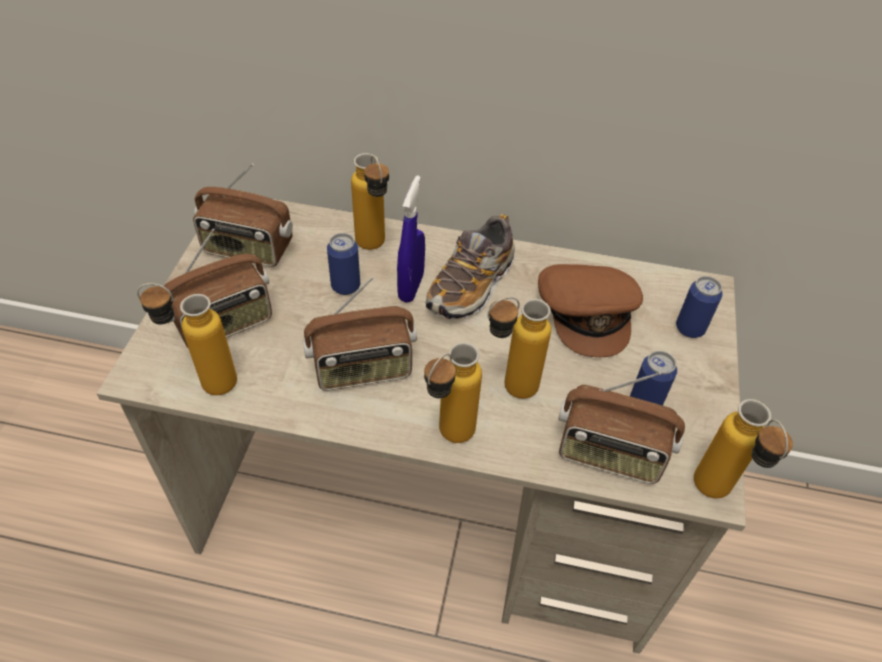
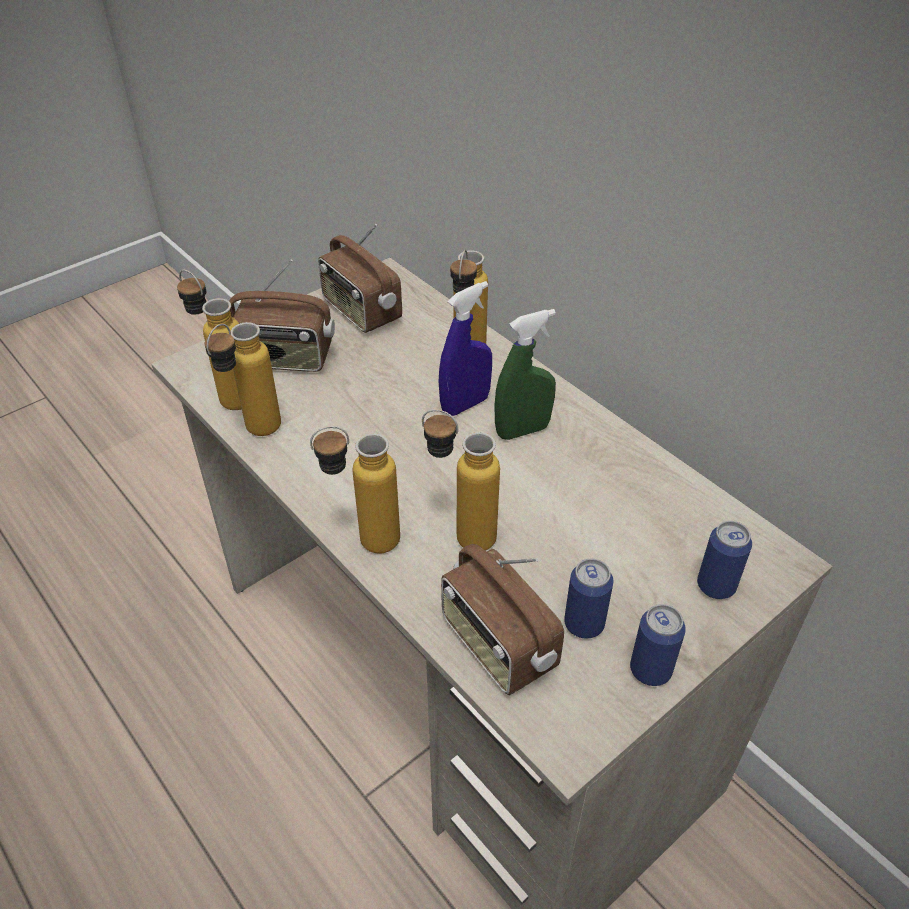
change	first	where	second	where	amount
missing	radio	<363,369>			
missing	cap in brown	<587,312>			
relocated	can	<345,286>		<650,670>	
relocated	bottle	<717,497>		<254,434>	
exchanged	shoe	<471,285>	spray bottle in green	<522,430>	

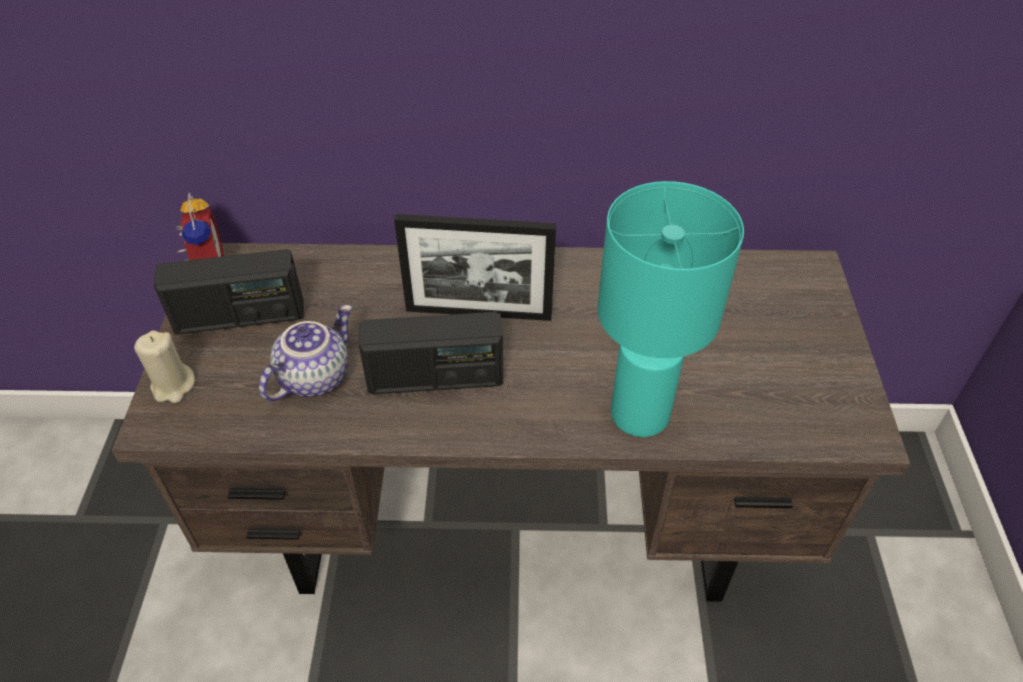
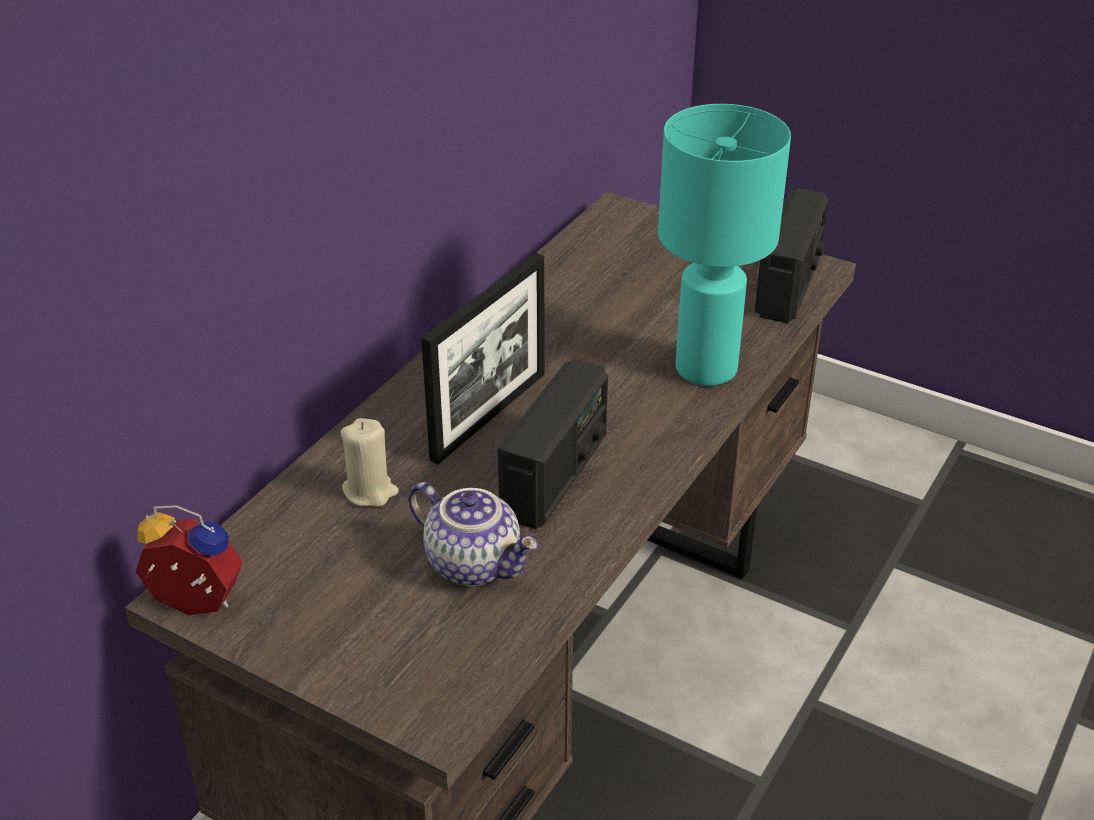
change	first	where	second	where	amount
relocated	candle in beige	<173,386>		<370,491>	
relocated	radio	<240,317>		<789,285>	
spun	teapot	<314,376>		<475,563>	150 degrees clockwise

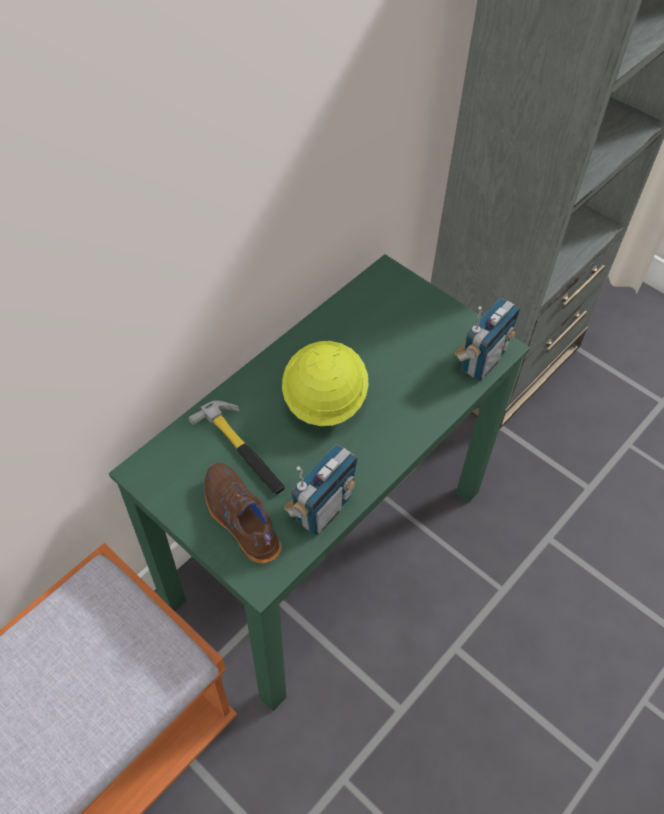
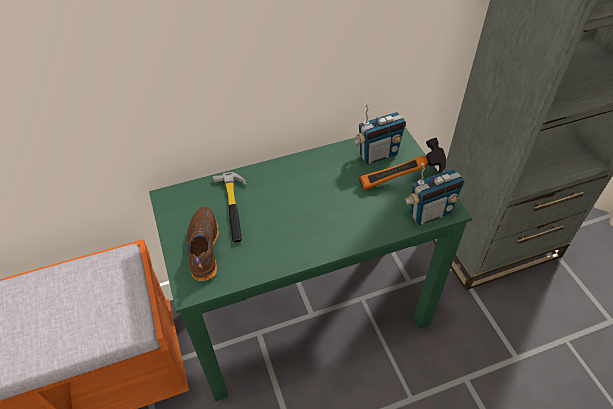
change	first	where	second	where	amount
missing	hard hat in yellow	<324,398>			
appeared			hammer	<402,183>	
relocated	radio	<322,509>		<377,155>	

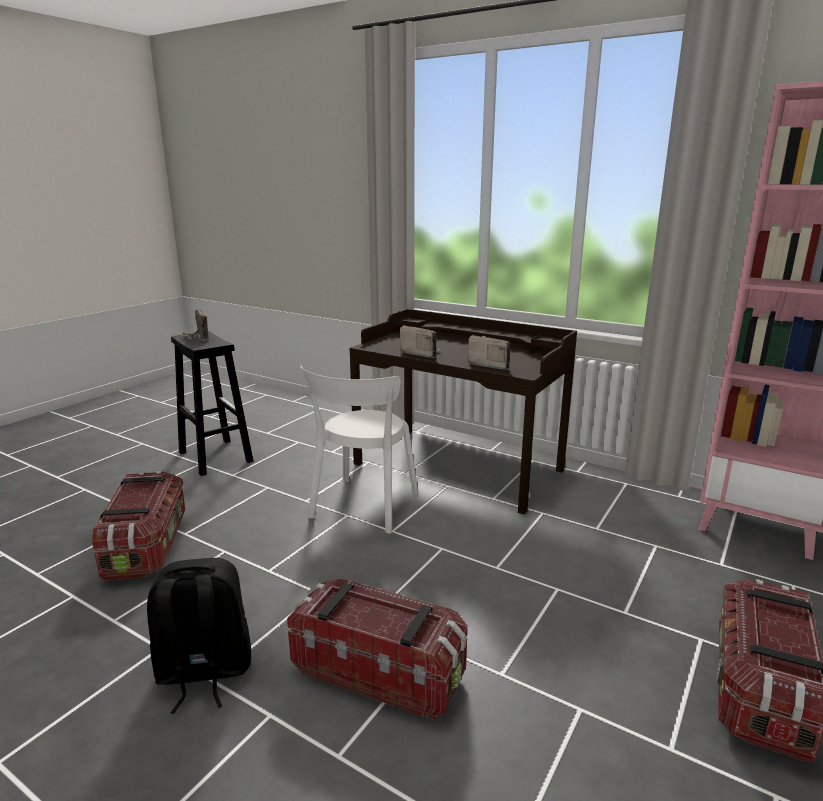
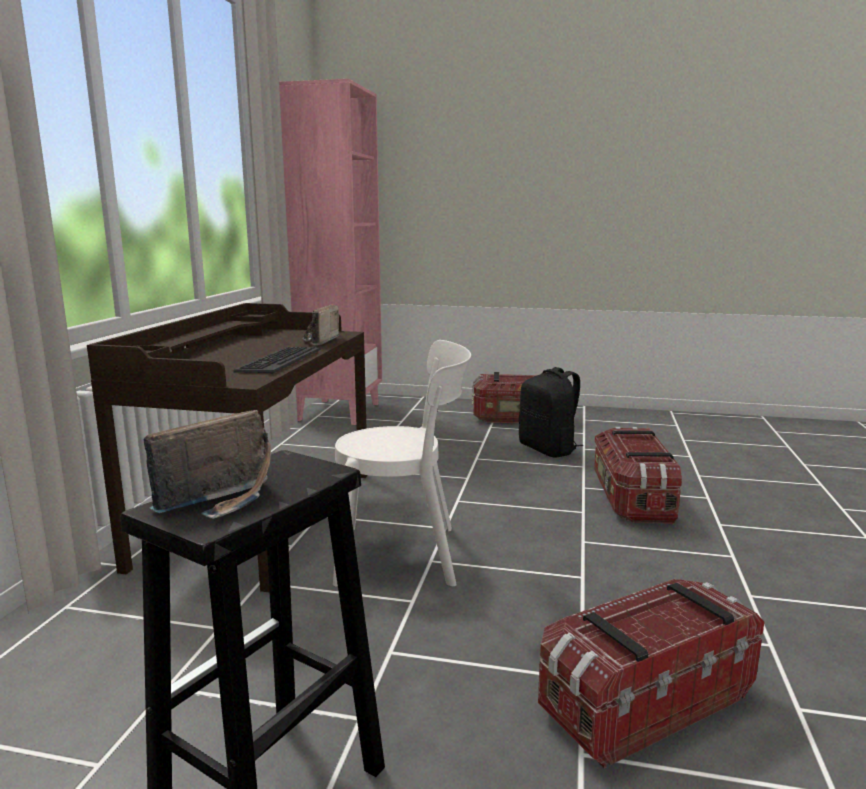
change	first	where	second	where	amount
relocated	backpack in black	<204,672>		<549,449>	
exchanged	radio	<420,353>	keyboard	<279,361>	

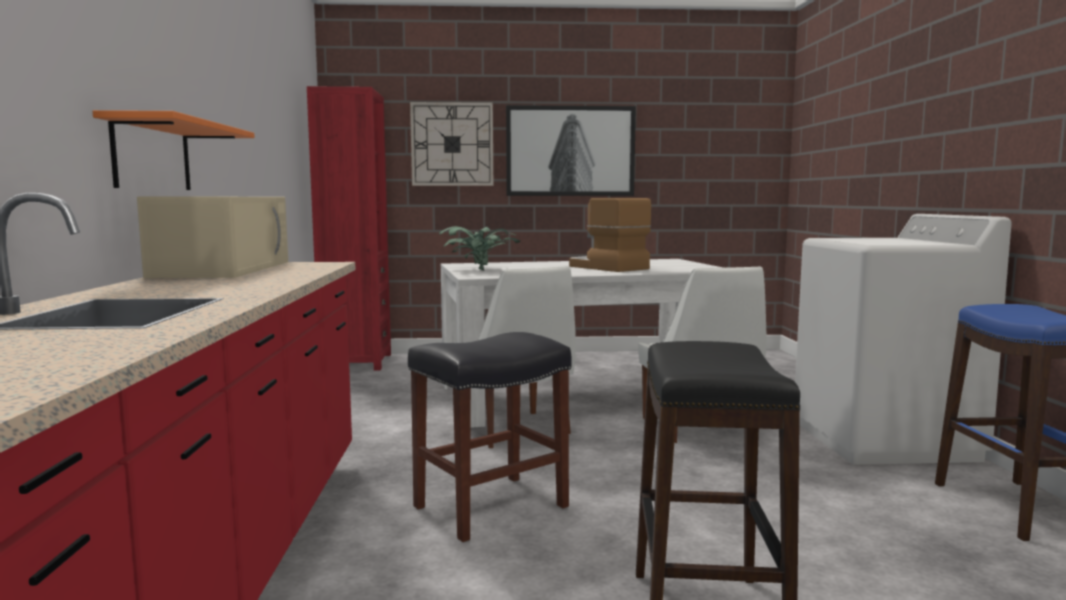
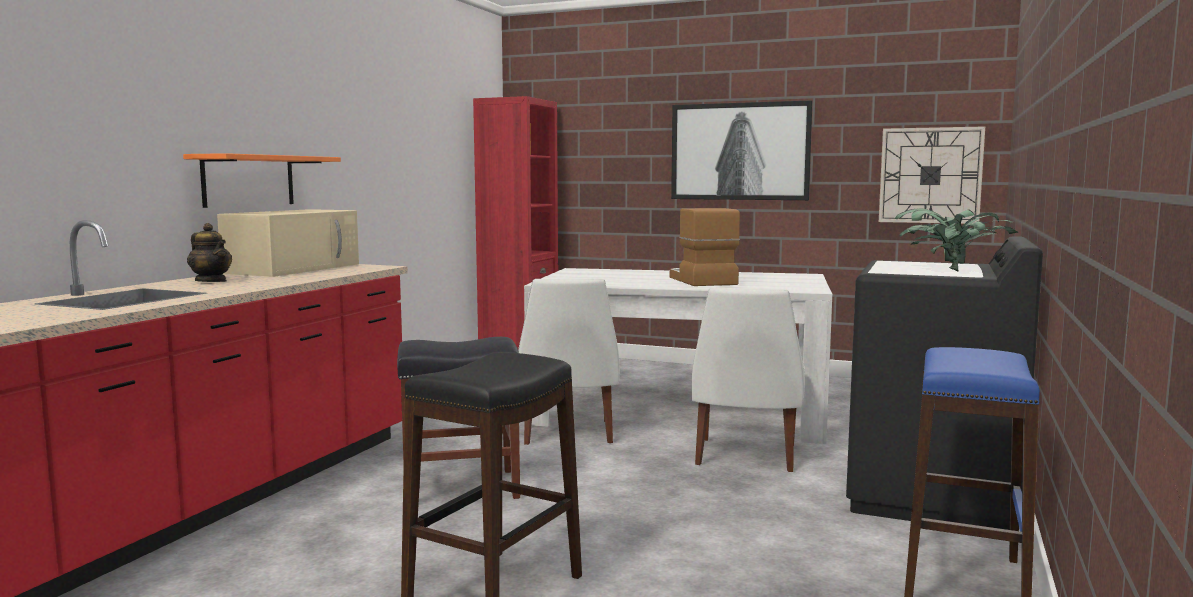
change	first	where	second	where	amount
appeared			teapot	<211,281>	
relocated	wall clock	<452,144>		<930,175>	
relocated	potted plant	<479,270>		<951,270>	
colour	washing machine in white	<884,440>	washing machine in black	<932,497>	

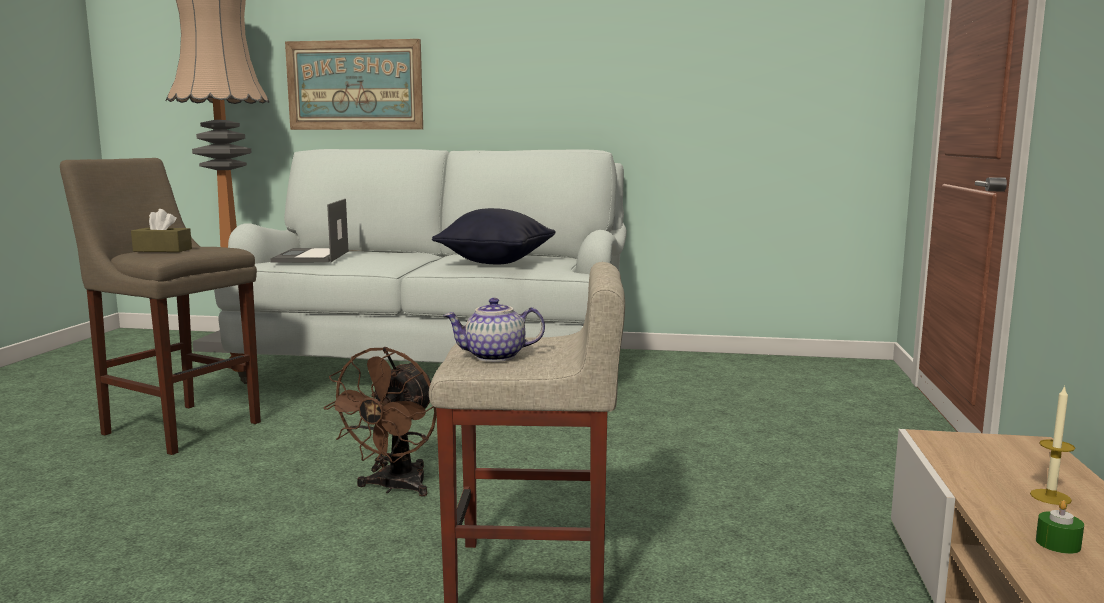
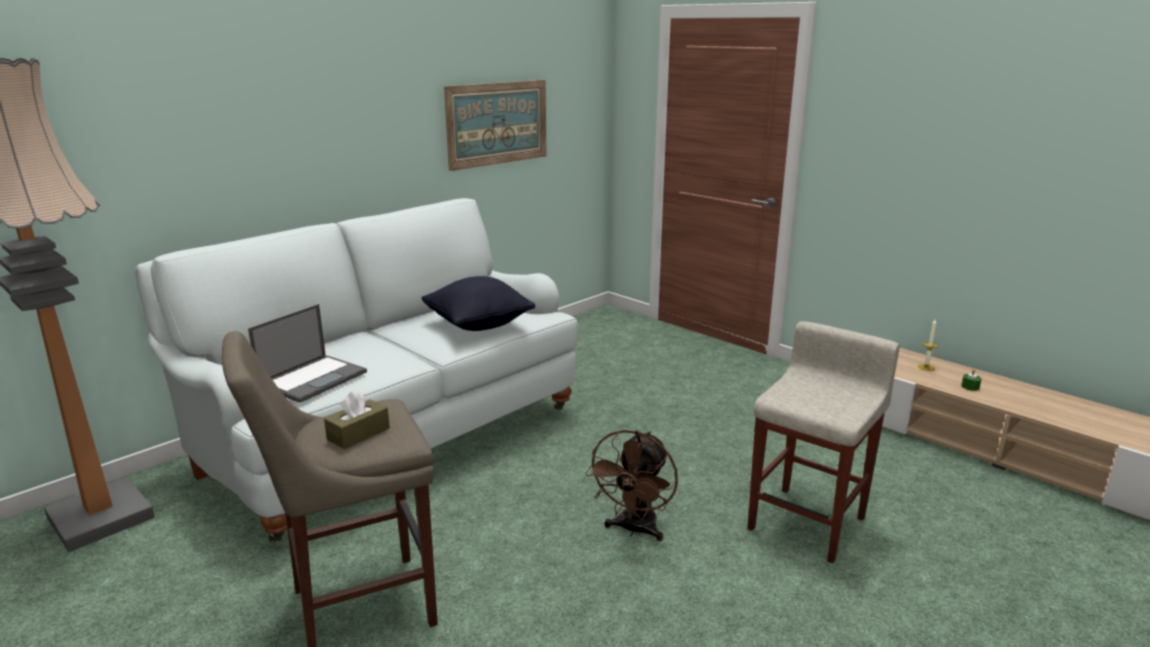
change	first	where	second	where	amount
missing	teapot	<494,357>			
relocated	picture	<354,85>		<497,123>	
spun	laptop	<311,257>		<313,378>	90 degrees counterclockwise
spun	fan in brown	<394,488>		<634,530>	60 degrees clockwise

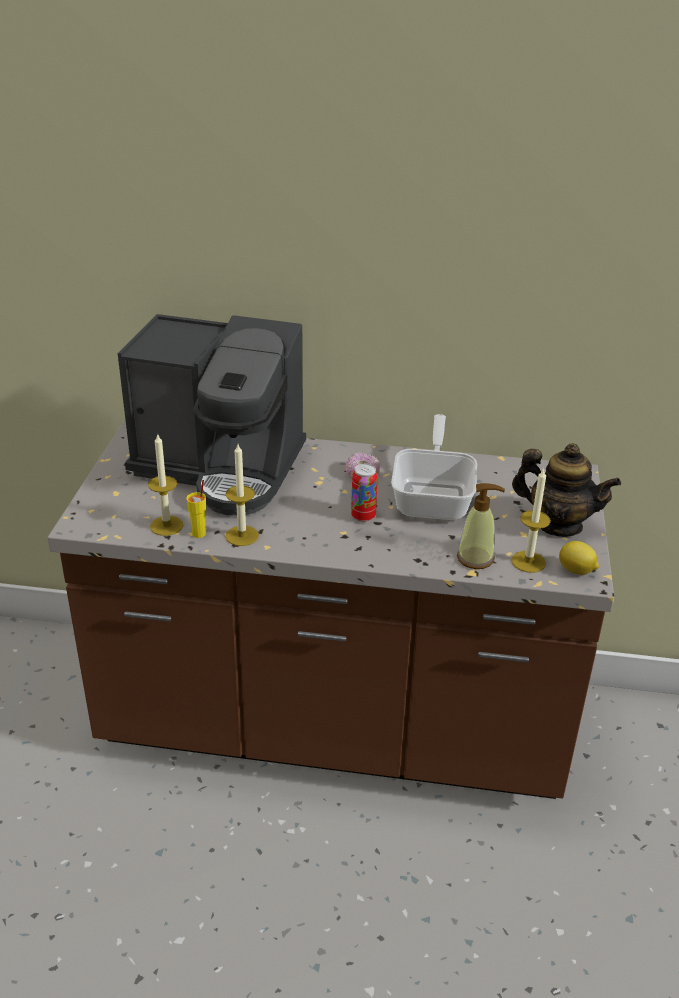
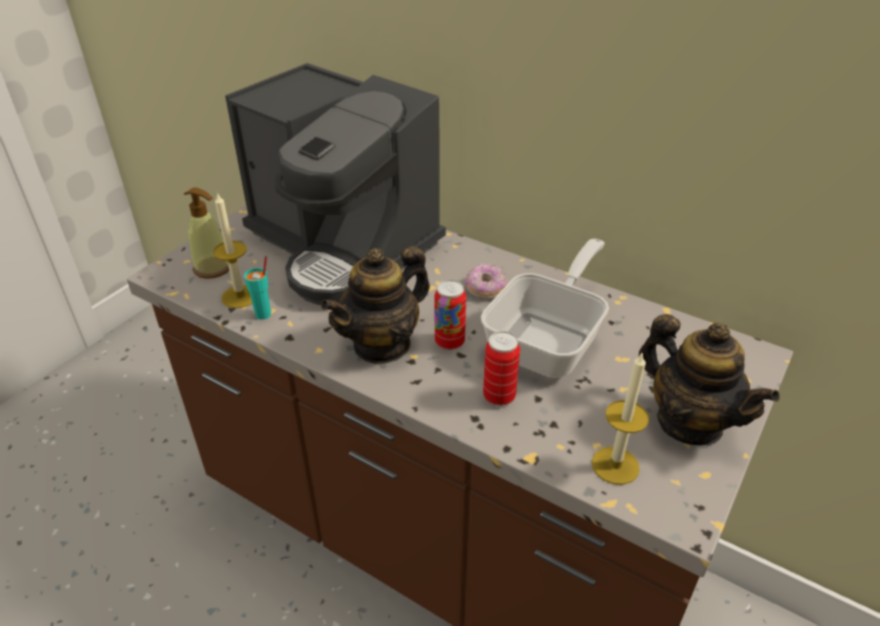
change	first	where	second	where	amount
missing	candle	<242,536>			
missing	lemon	<576,571>			
appeared			teapot	<382,344>	
appeared			can	<499,396>	
relocated	soap dispenser	<475,558>		<213,268>	
colour	cup in yellow	<199,533>	cup in turquoise	<263,314>	

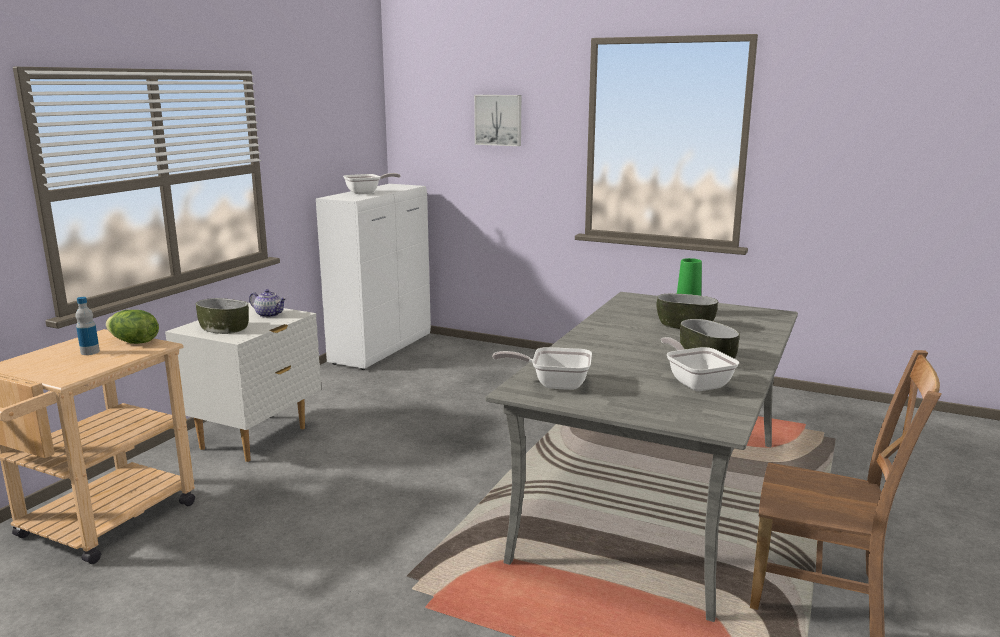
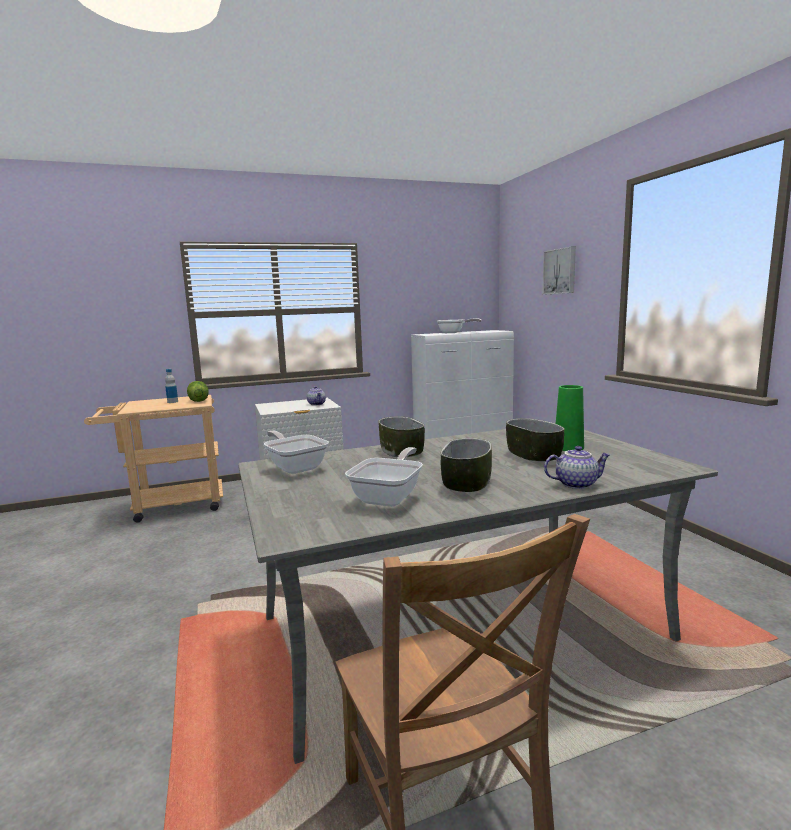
change	first	where	second	where	amount
appeared			teapot	<576,484>	
relocated	bowl	<224,329>		<401,451>	

